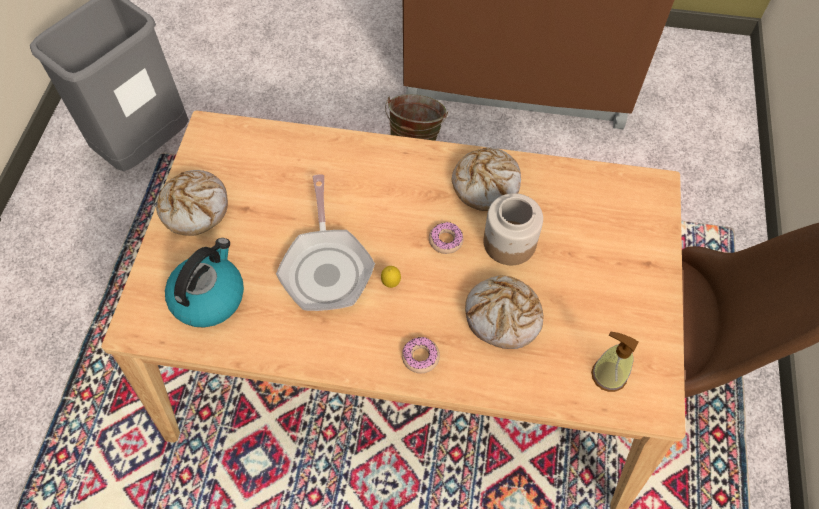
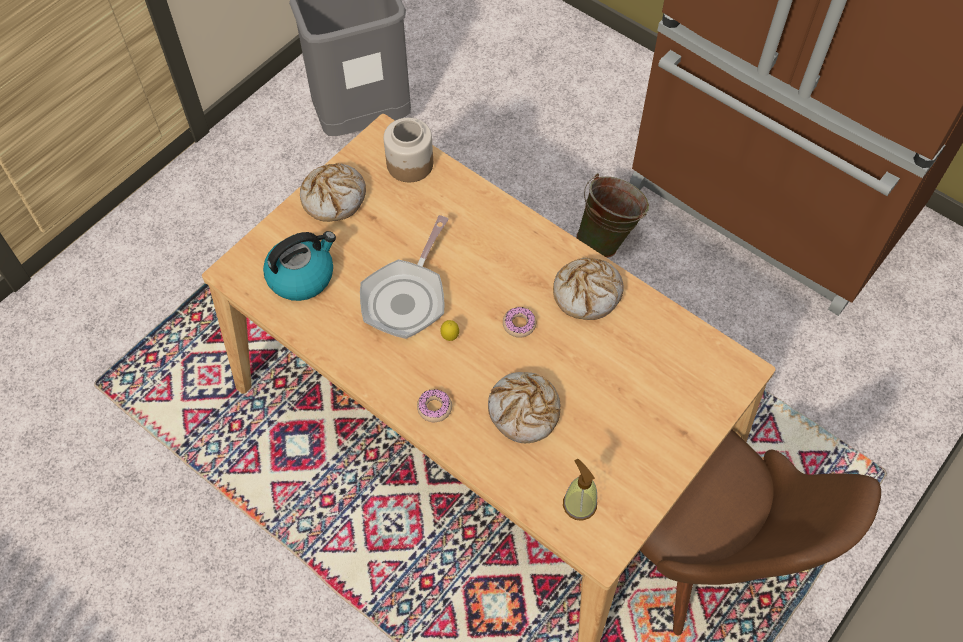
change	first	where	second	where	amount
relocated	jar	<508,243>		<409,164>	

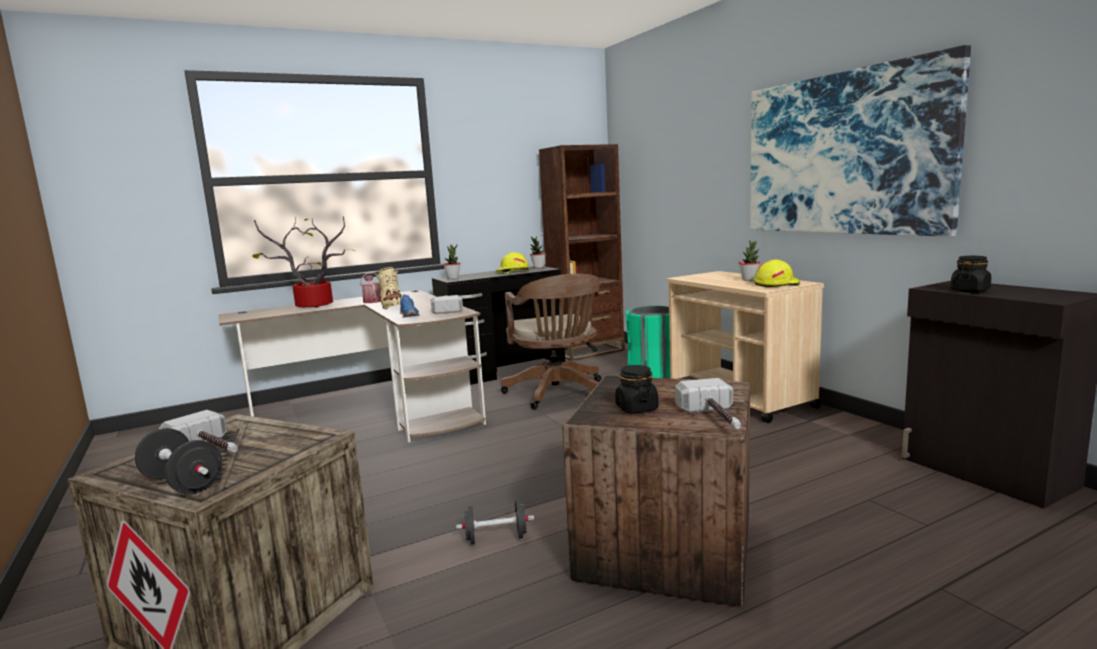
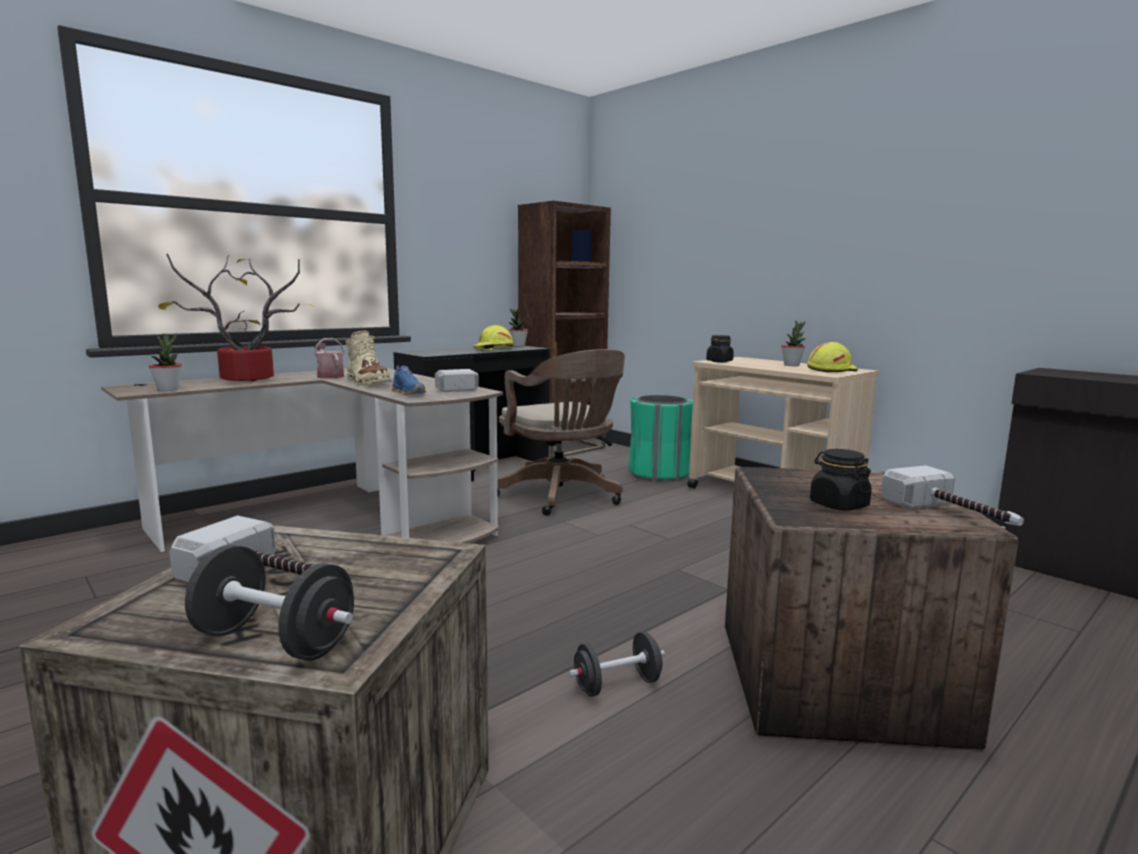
change	first	where	second	where	amount
missing	picture	<843,154>			
relocated	potted plant	<453,278>		<168,390>	
relocated	jar in black	<970,290>		<719,361>	

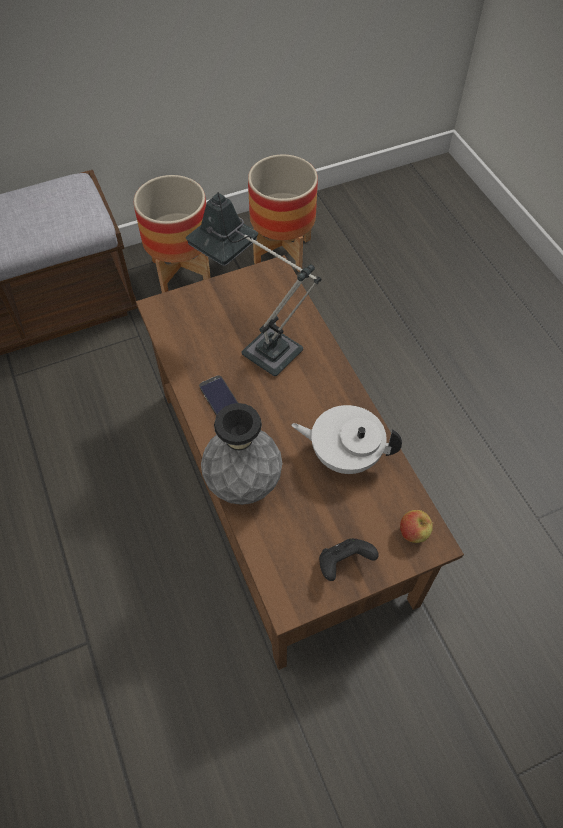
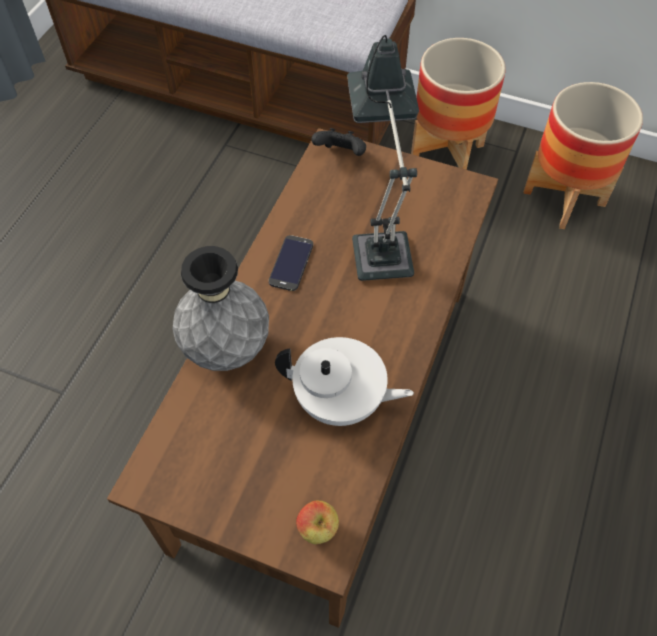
change	first	where	second	where	amount
relocated	game controller in black	<343,563>		<341,155>	
spun	teapot in white	<344,454>		<340,401>	135 degrees clockwise

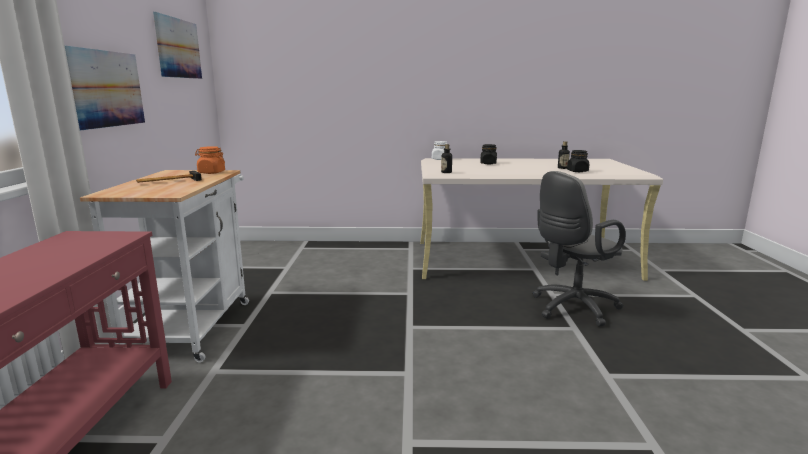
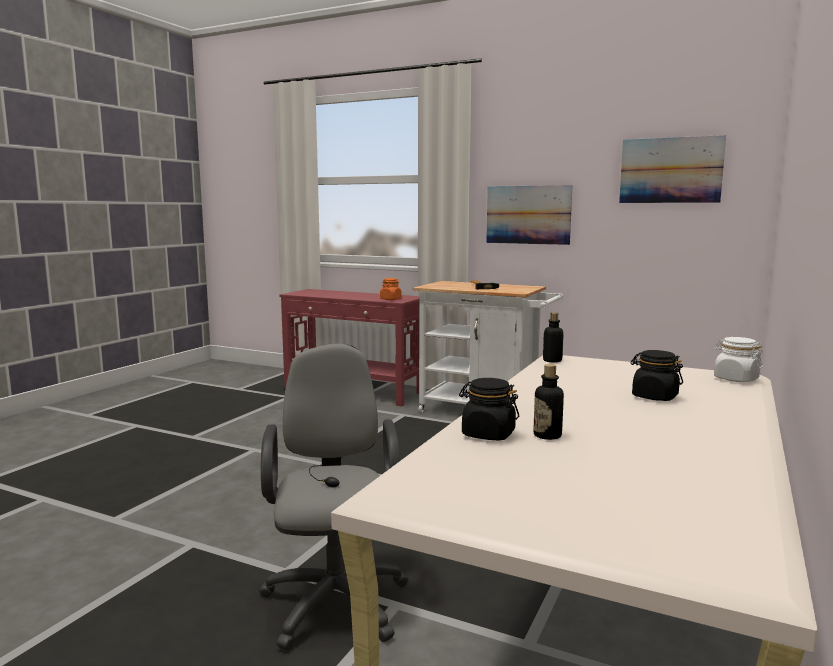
change	first	where	second	where	amount
relocated	jar in orange	<211,172>		<390,299>	

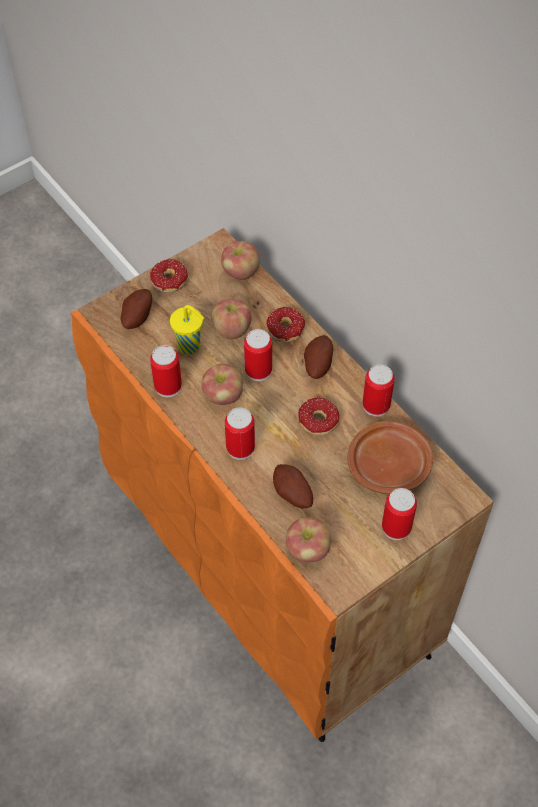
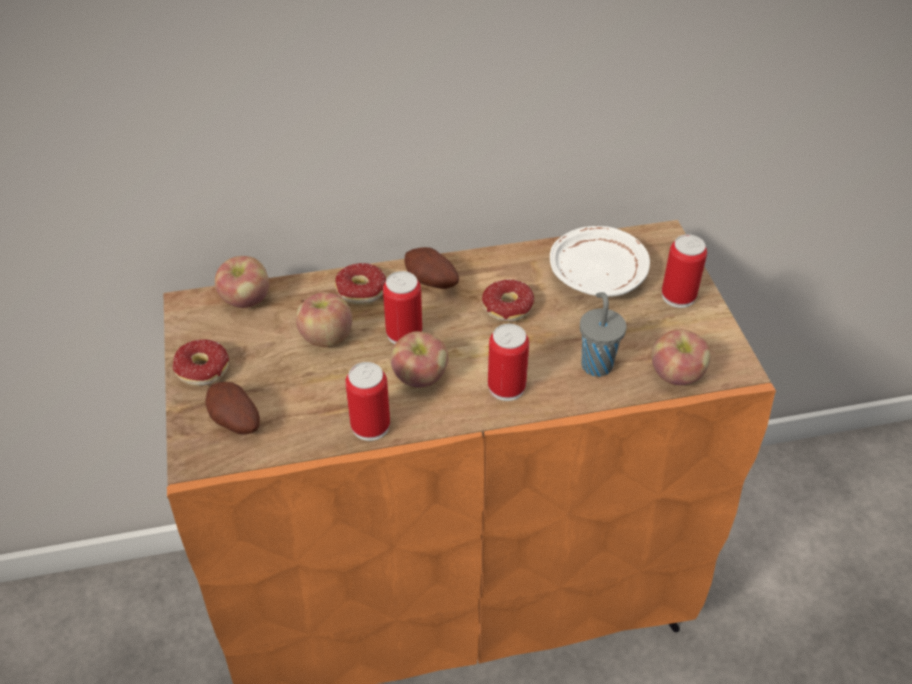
change	first	where	second	where	amount
missing	cup in yellow	<190,346>			
missing	can	<376,405>			
exchanged	potato	<292,494>	cup in grey	<596,364>	
colour	plate in brown	<389,465>	plate in white	<597,274>	

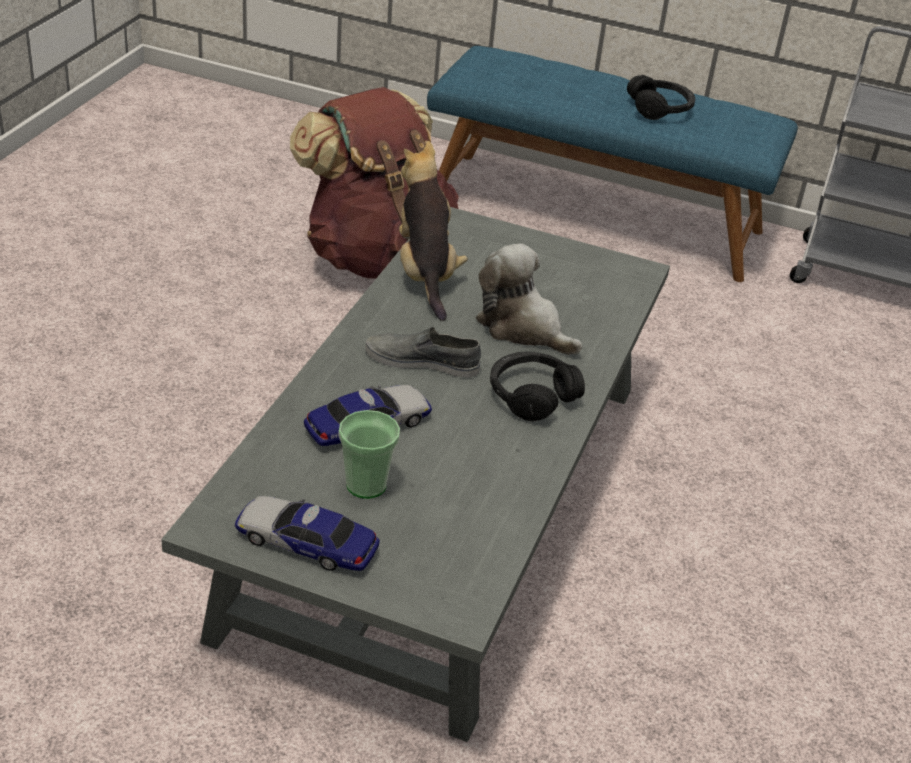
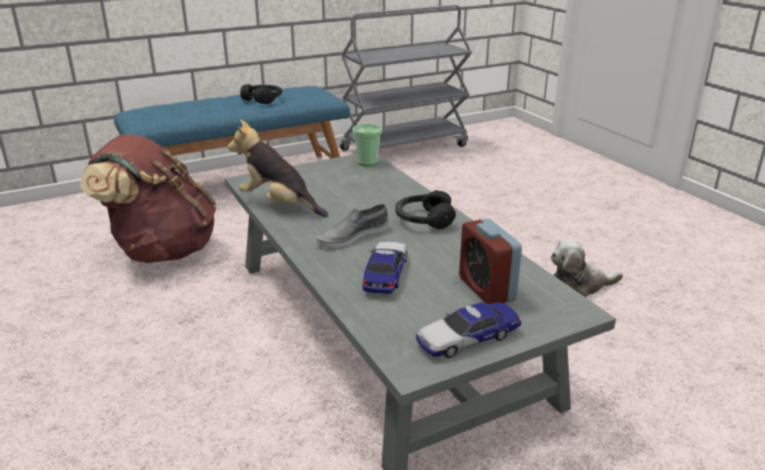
change	first	where	second	where	amount
appeared			alarm clock	<486,289>	
relocated	cup	<366,485>		<367,162>	
relocated	plush toy	<522,328>		<579,285>	

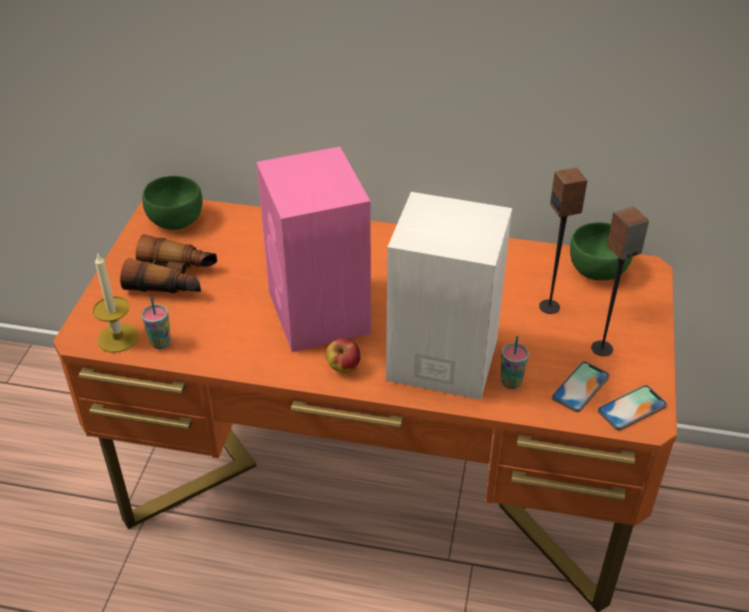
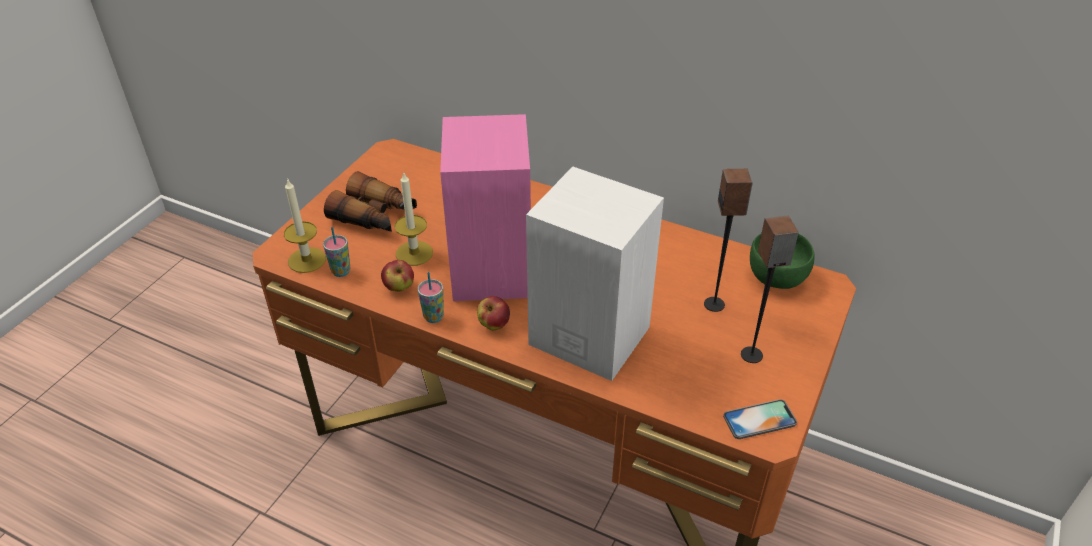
change	first	where	second	where	amount
missing	bowl in green	<175,219>			
missing	phone	<580,387>			
appeared			apple	<399,287>	
appeared			candle	<414,253>	
relocated	cup	<511,382>		<433,317>	

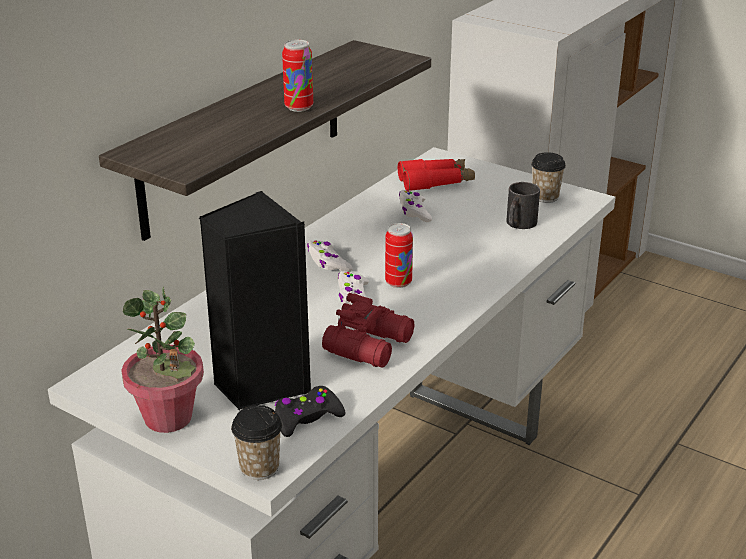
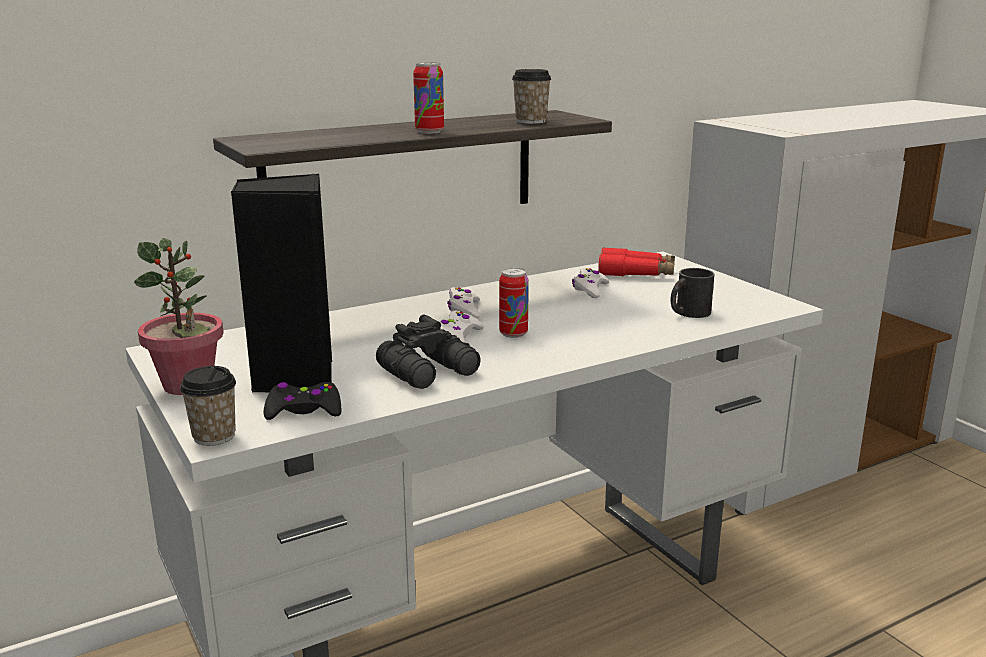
change	first	where	second	where	amount
relocated	cup	<545,197>		<531,121>	
colour	binoculars in red	<371,345>	binoculars in black	<431,372>	

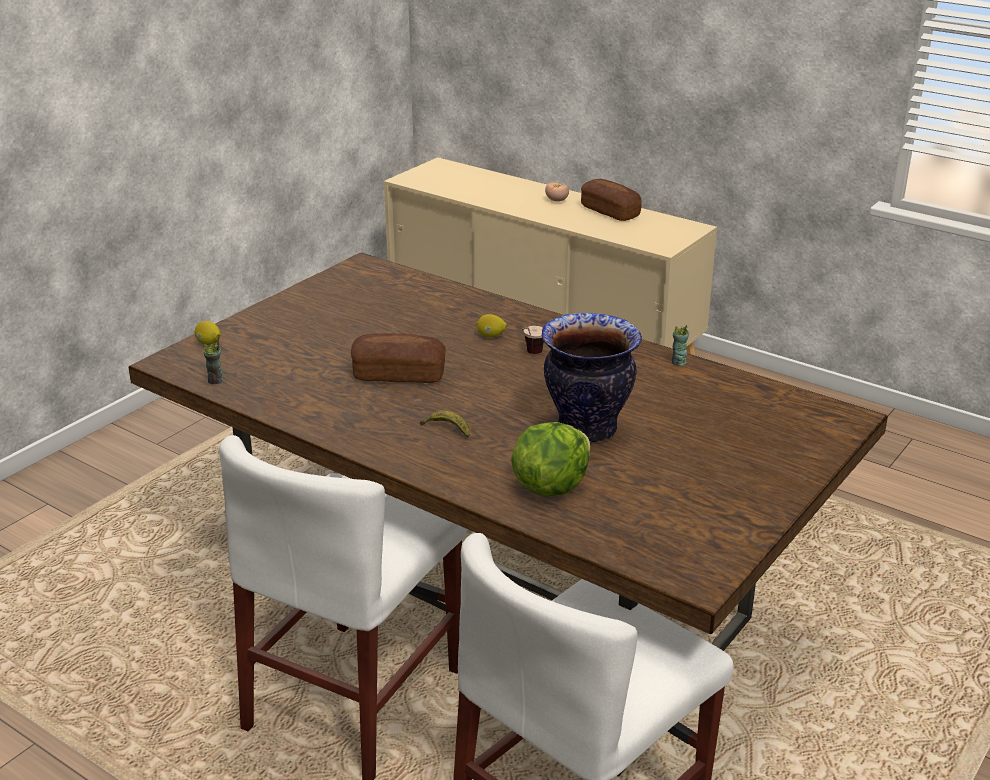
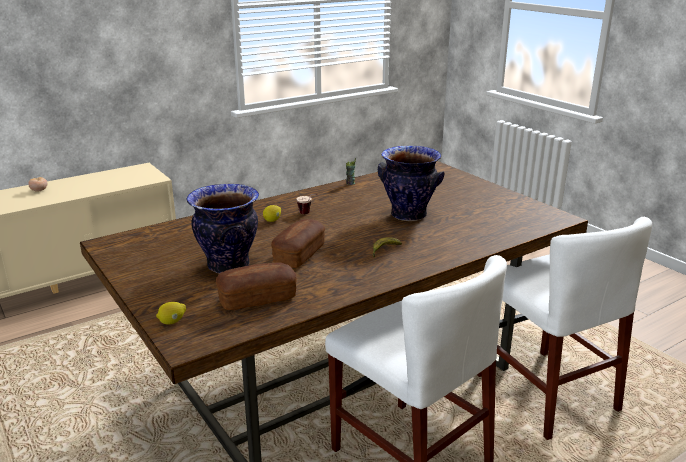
change	first	where	second	where	amount
missing	cup	<216,381>			
missing	lettuce	<550,485>			
appeared			vase	<227,266>	
relocated	bread	<610,211>		<257,298>	

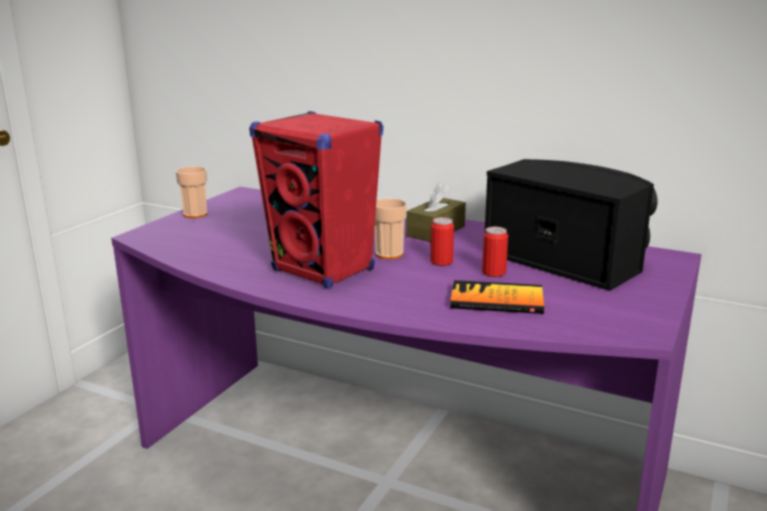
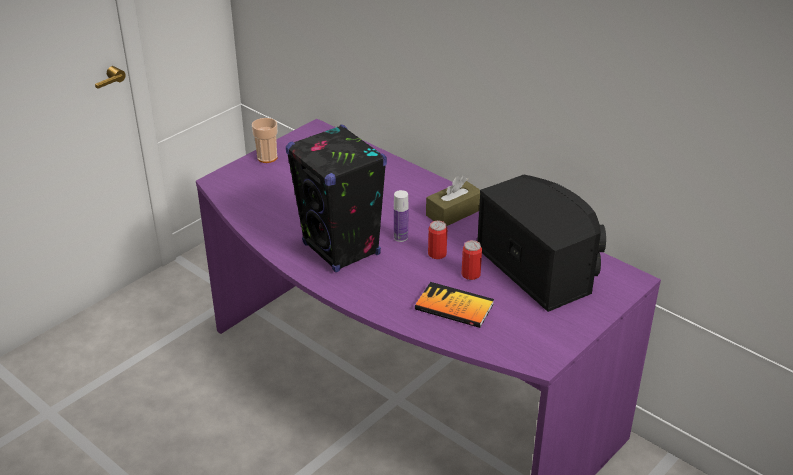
change	first	where	second	where	amount
exchanged	cup	<389,254>	bottle	<400,237>	
colour	speaker in red	<323,270>	speaker in black	<341,250>	

